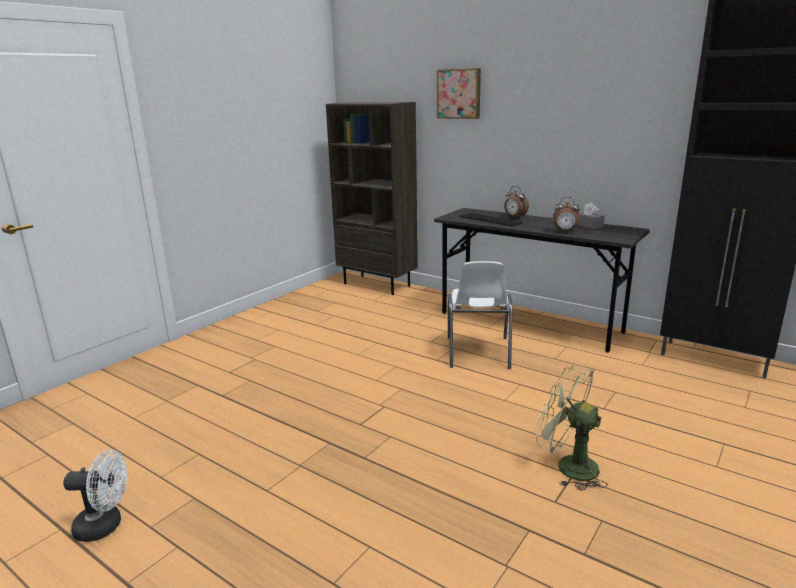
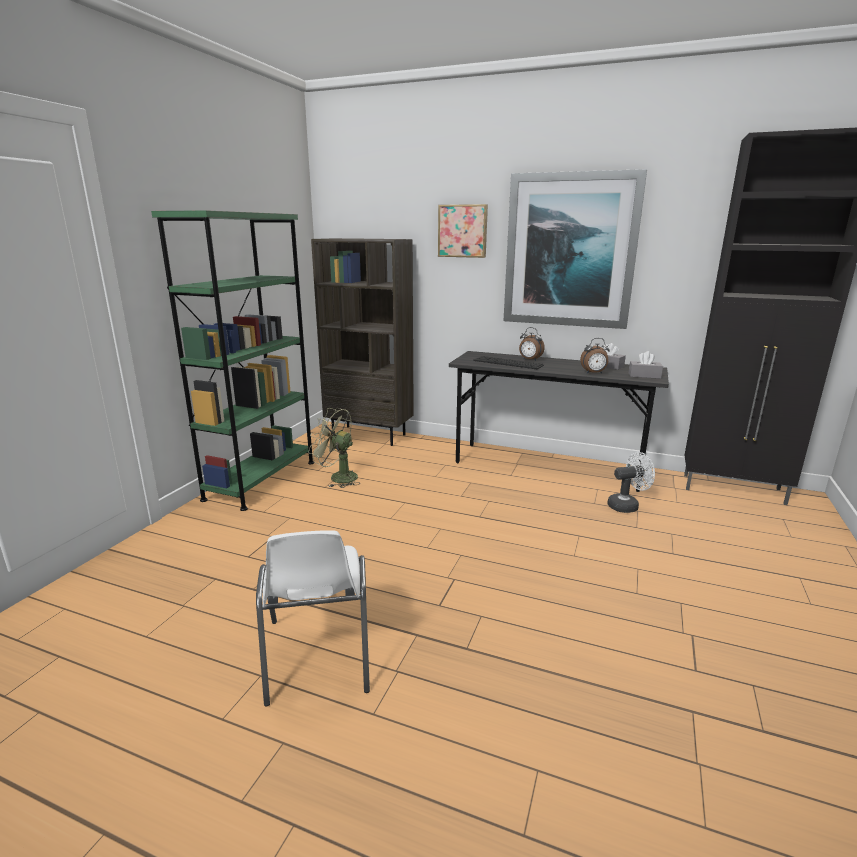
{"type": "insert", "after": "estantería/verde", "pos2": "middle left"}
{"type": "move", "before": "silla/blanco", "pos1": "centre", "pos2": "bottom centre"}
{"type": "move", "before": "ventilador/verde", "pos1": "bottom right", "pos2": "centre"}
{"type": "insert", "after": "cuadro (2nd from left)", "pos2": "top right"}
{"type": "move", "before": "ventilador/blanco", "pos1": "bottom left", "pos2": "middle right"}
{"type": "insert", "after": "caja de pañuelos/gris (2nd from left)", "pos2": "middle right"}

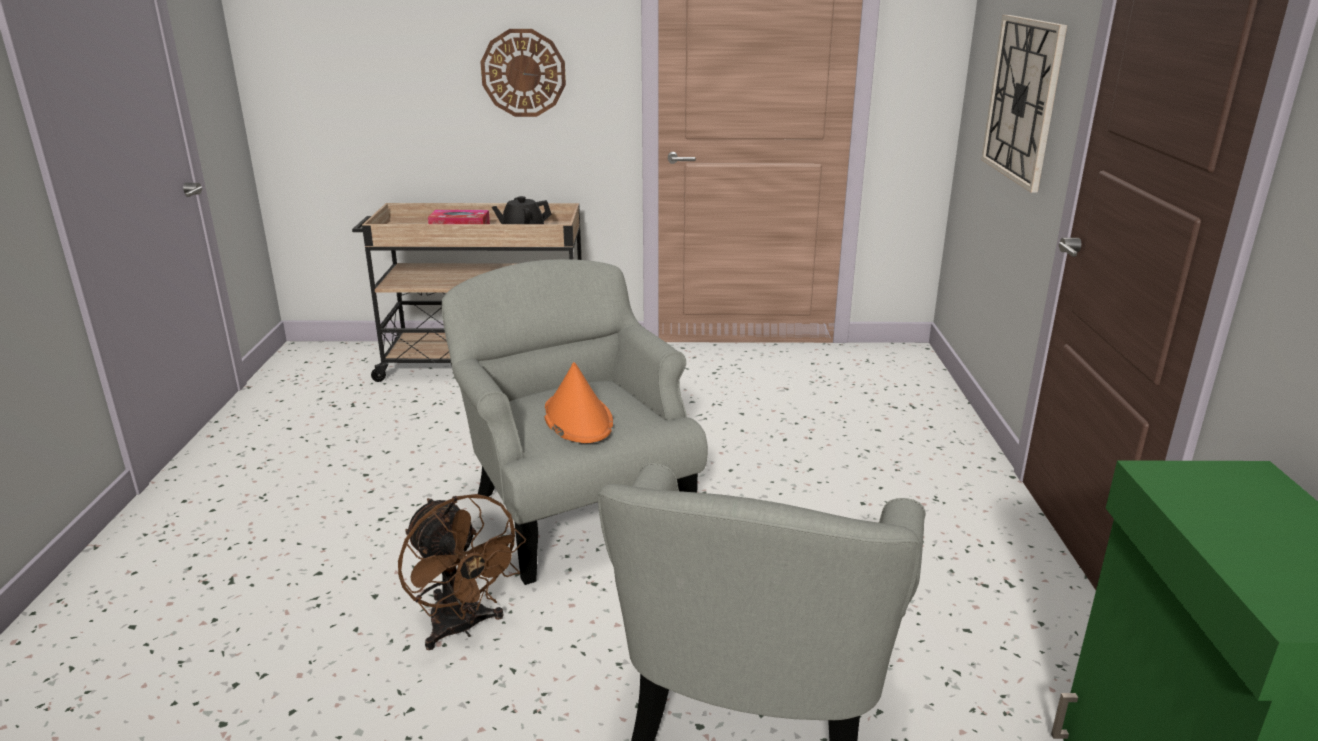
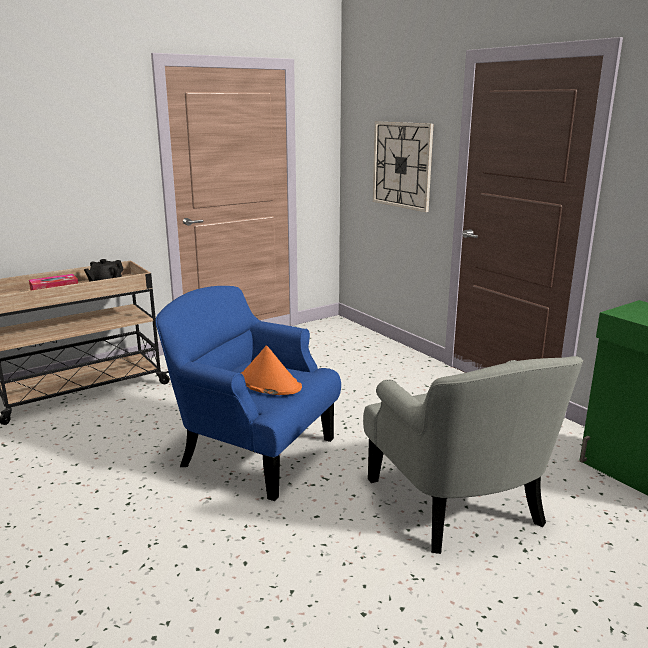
{"type": "recolor", "before": "sillón/gris (1st from left)", "after": "sillón/azul", "pos1": "centre", "pos2": "centre"}
{"type": "delete", "before": "ventilador/marrón", "pos1": "bottom centre"}
{"type": "delete", "before": "reloj de pared (1st from left)", "pos1": "top centre"}

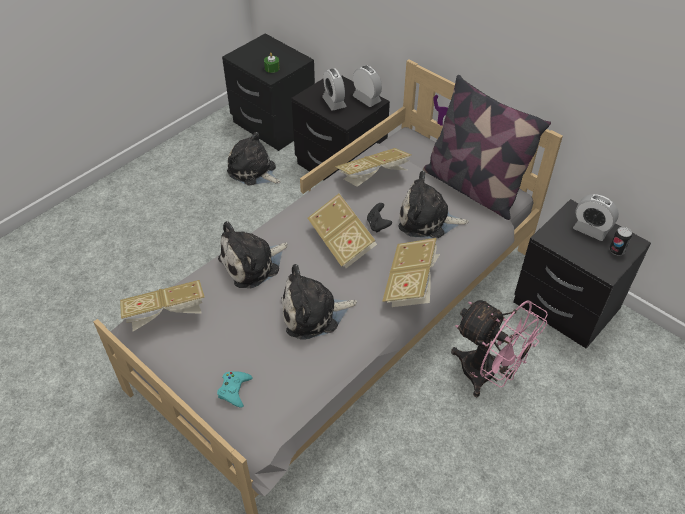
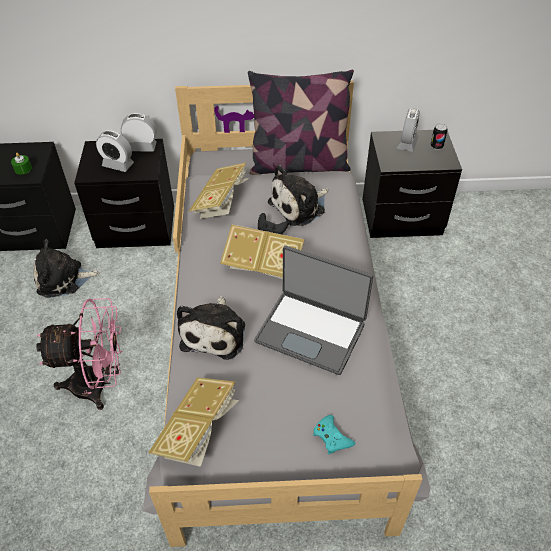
{"type": "move", "before": "ventilador/rosa", "pos1": "bottom right", "pos2": "middle left"}
{"type": "replace", "before": "peluche (3rd from left)", "after": "portátil", "pos1": "centre", "pos2": "centre"}
{"type": "rotate", "before": "despertador (3rd from left)", "pos1": "middle right", "pos2": "top right", "turn": -60}
{"type": "delete", "before": "libro (4th from left)", "pos1": "centre"}

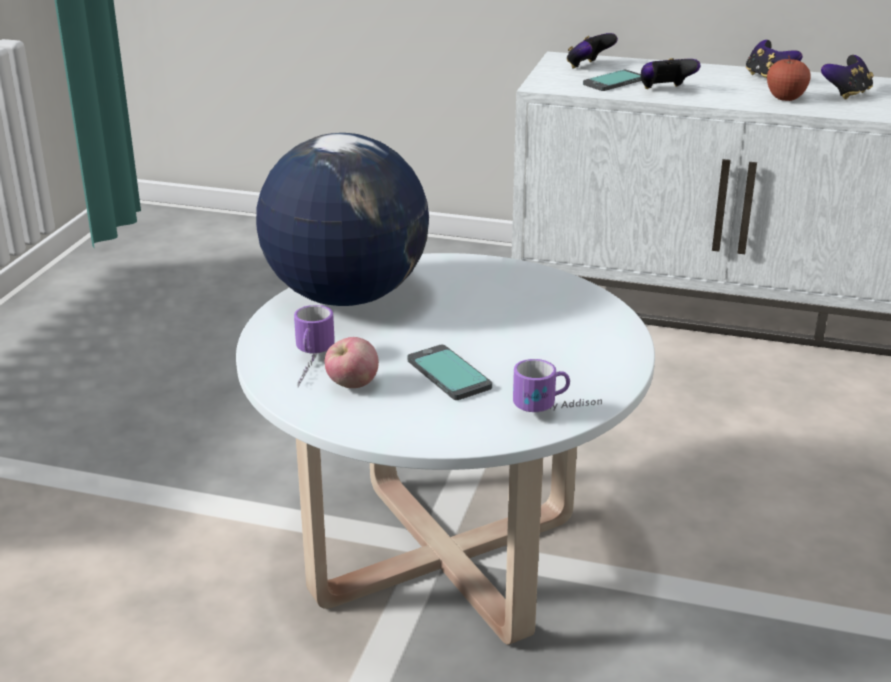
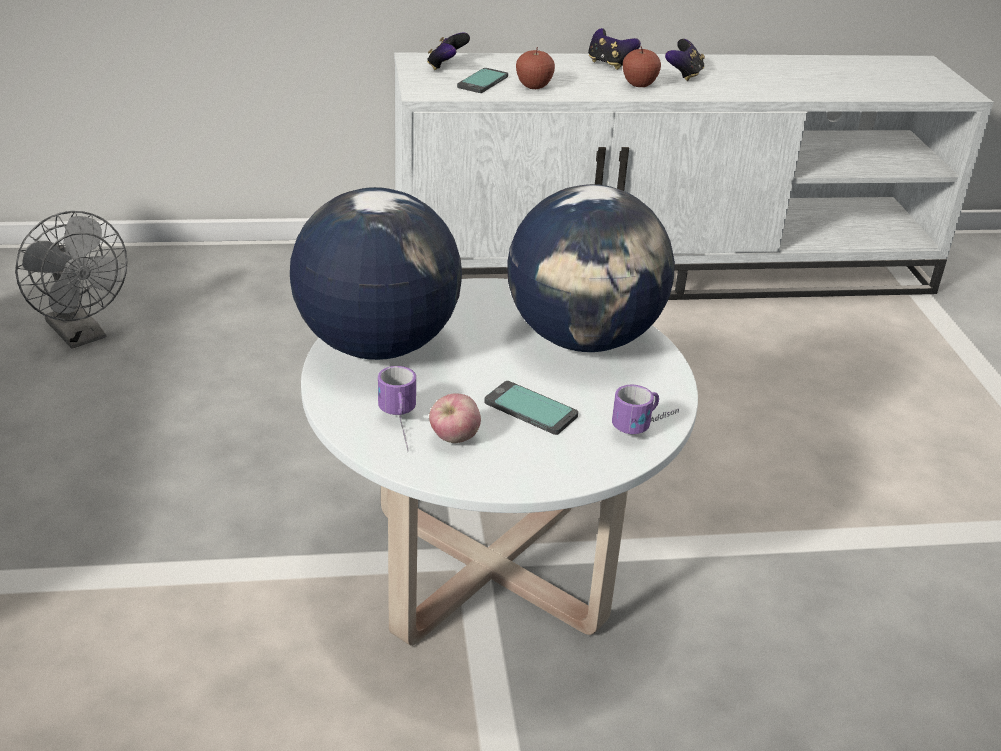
{"type": "insert", "after": "ventilador/gris", "pos2": "middle left"}
{"type": "insert", "after": "globo terráqueo (2nd from left)", "pos2": "centre"}
{"type": "replace", "before": "mando de consola (2nd from left)", "after": "manzana (2nd from left)", "pos1": "top right", "pos2": "top centre"}

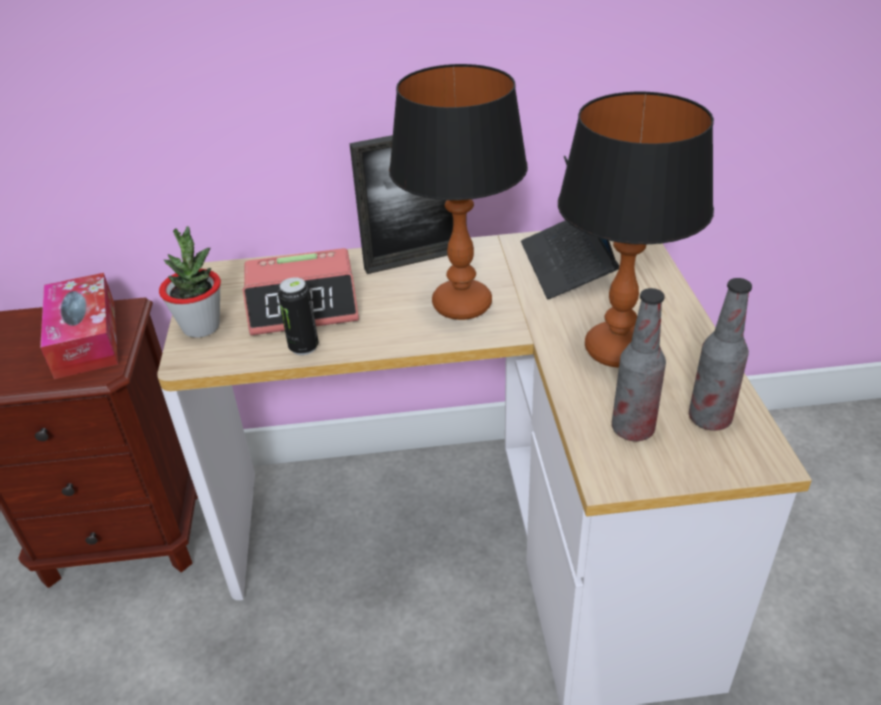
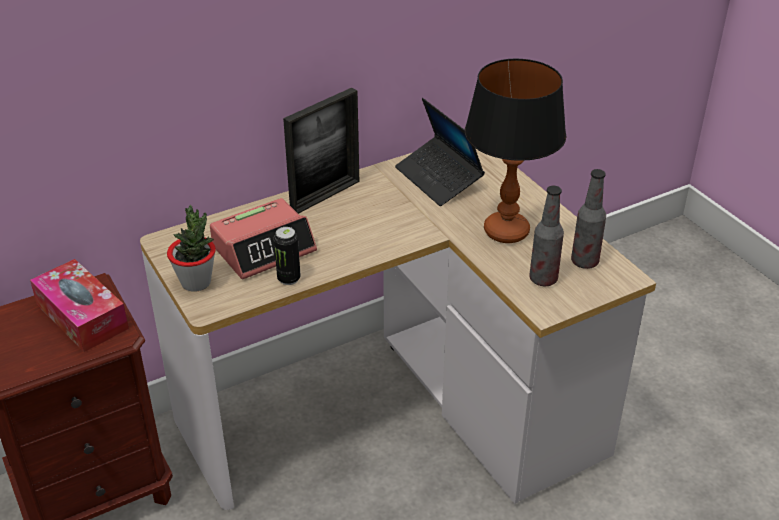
{"type": "delete", "before": "lámpara de mesa (1st from left)", "pos1": "top centre"}

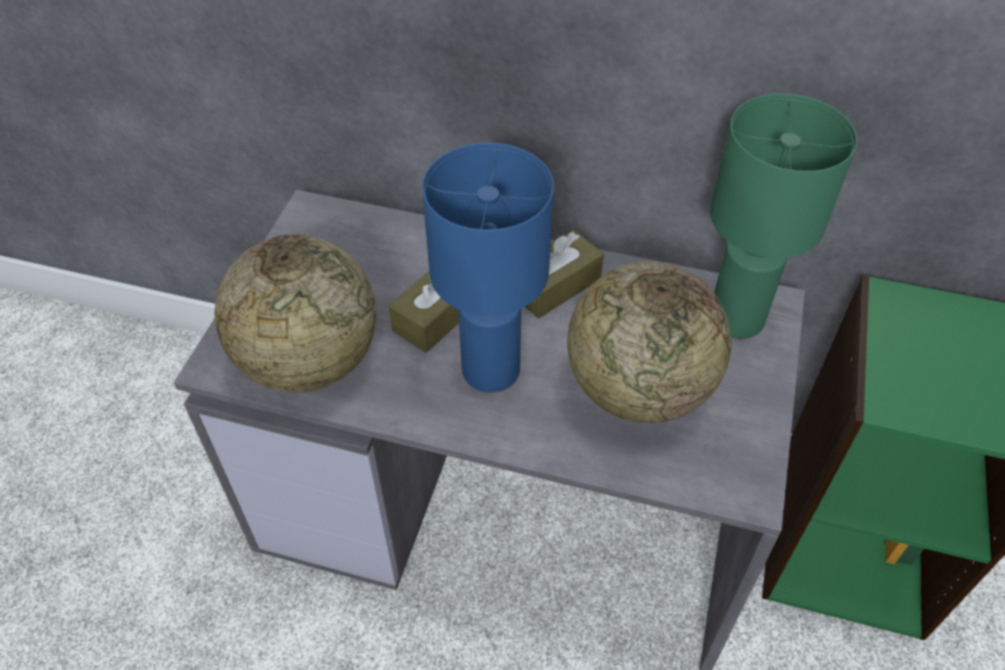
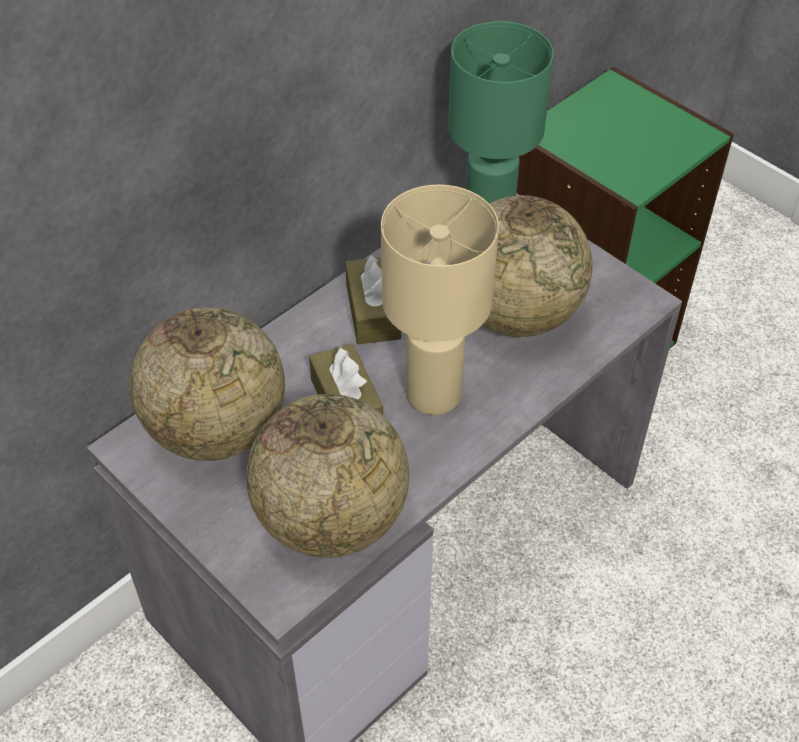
{"type": "insert", "after": "globo terráqueo (1st from left)", "pos2": "middle left"}
{"type": "recolor", "before": "lámpara de mesa/azul", "after": "lámpara de mesa/beis", "pos1": "centre", "pos2": "centre"}

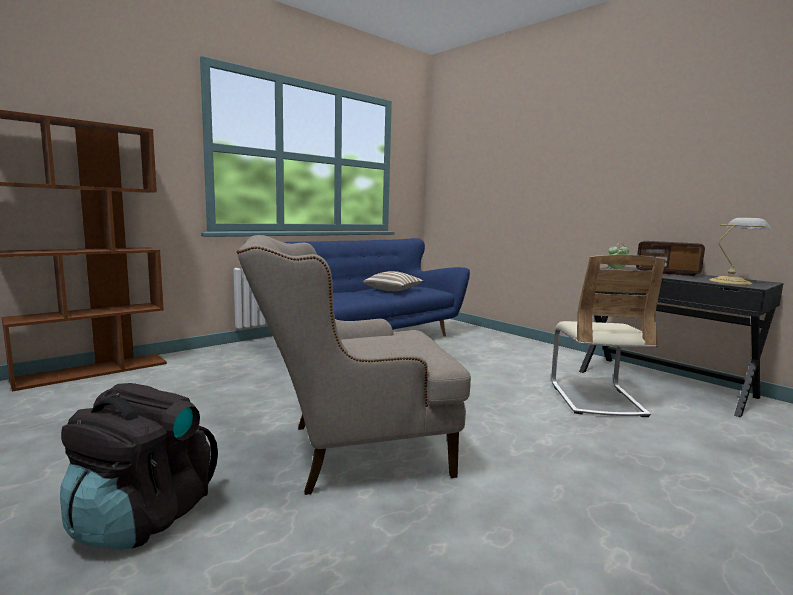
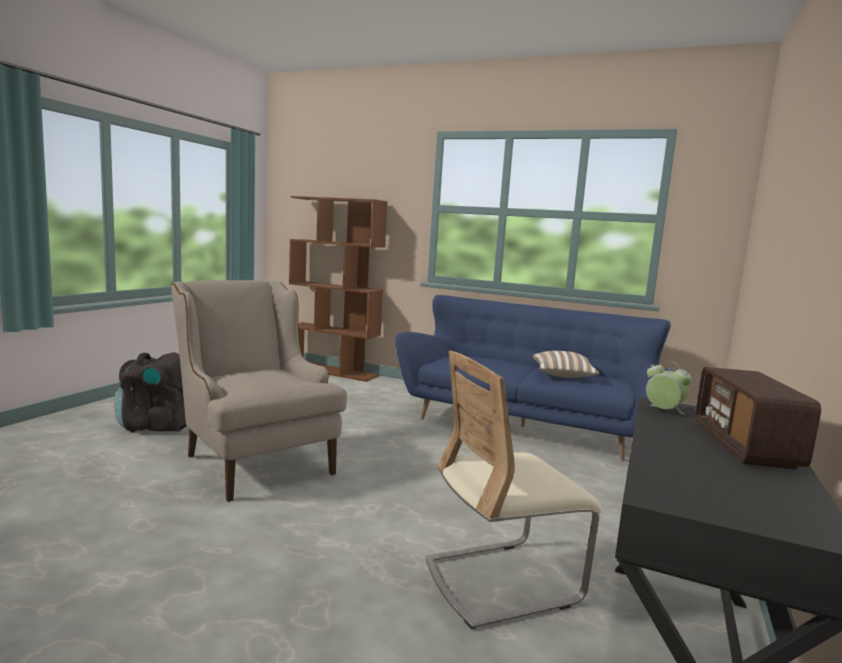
{"type": "delete", "before": "lámpara de mesa", "pos1": "middle right"}

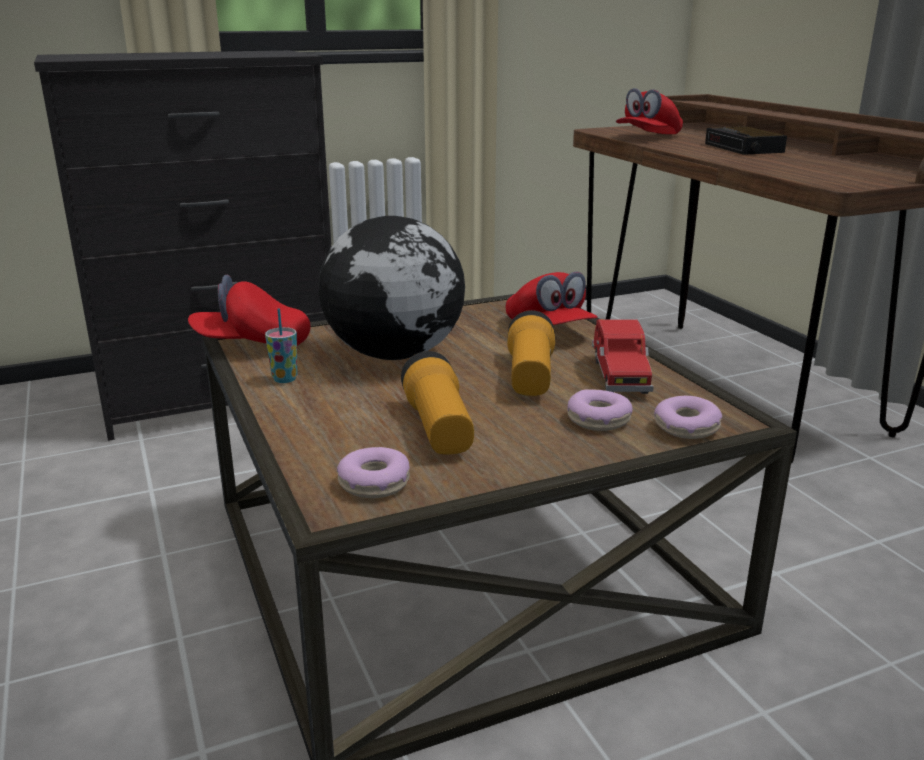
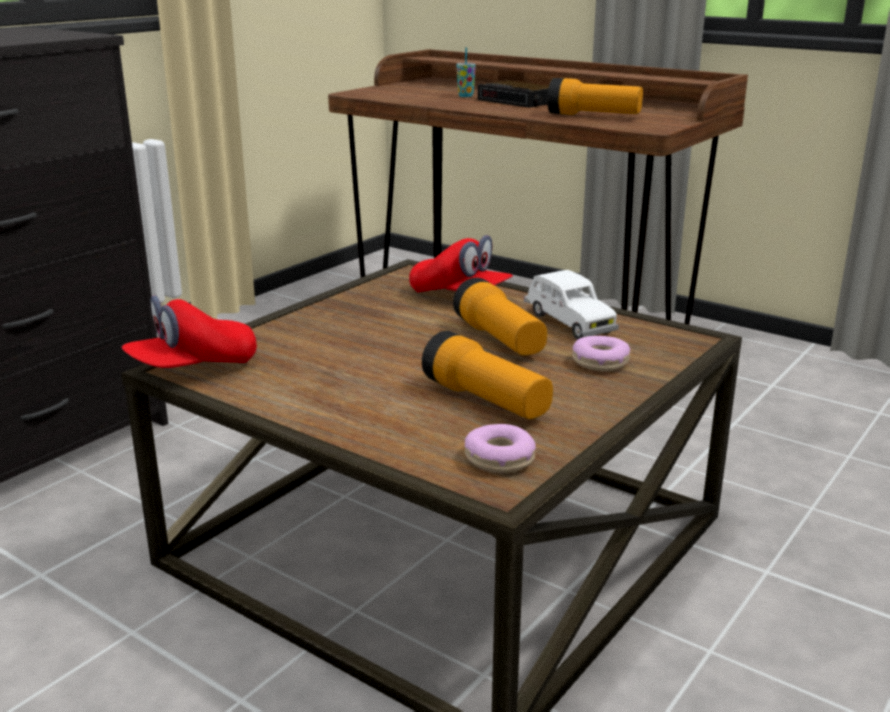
{"type": "move", "before": "taza", "pos1": "middle left", "pos2": "top centre"}
{"type": "recolor", "before": "coche de juguete/rojo", "after": "coche de juguete/blanco", "pos1": "middle right", "pos2": "centre"}
{"type": "insert", "after": "linterna (3rd from left)", "pos2": "top right"}
{"type": "delete", "before": "globo terráqueo", "pos1": "centre"}
{"type": "delete", "before": "gorra/rojo (3rd from left)", "pos1": "top right"}
{"type": "delete", "before": "rosquilla (3rd from left)", "pos1": "middle right"}

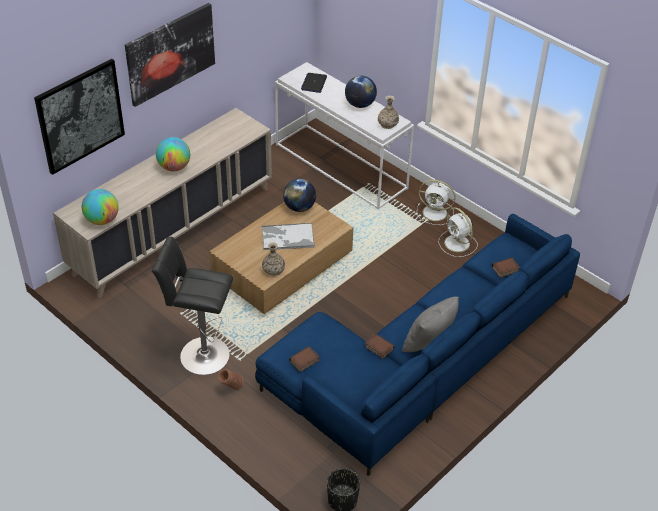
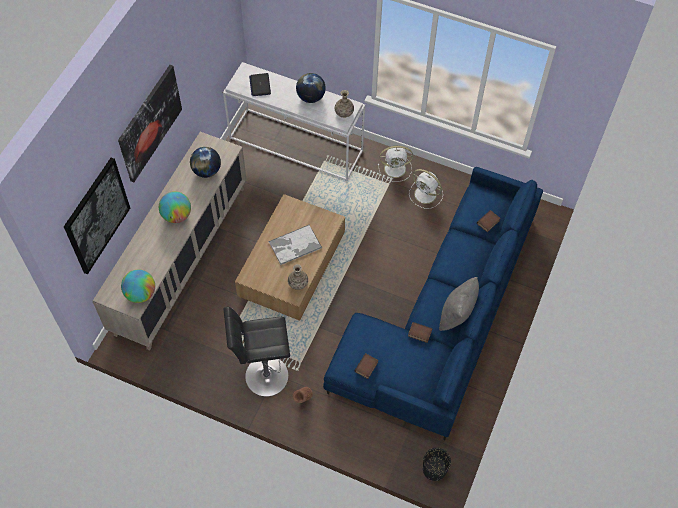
{"type": "move", "before": "globo terráqueo (3rd from left)", "pos1": "centre", "pos2": "top left"}

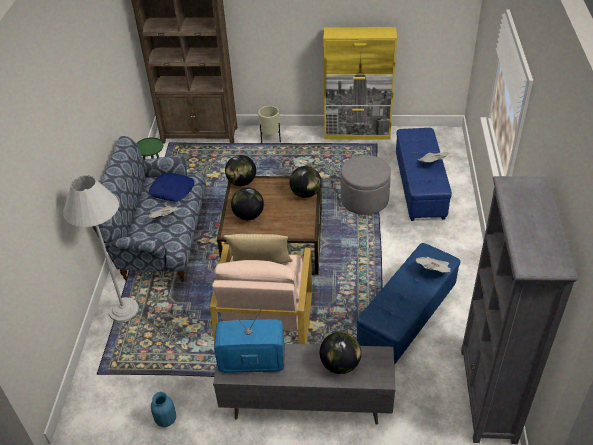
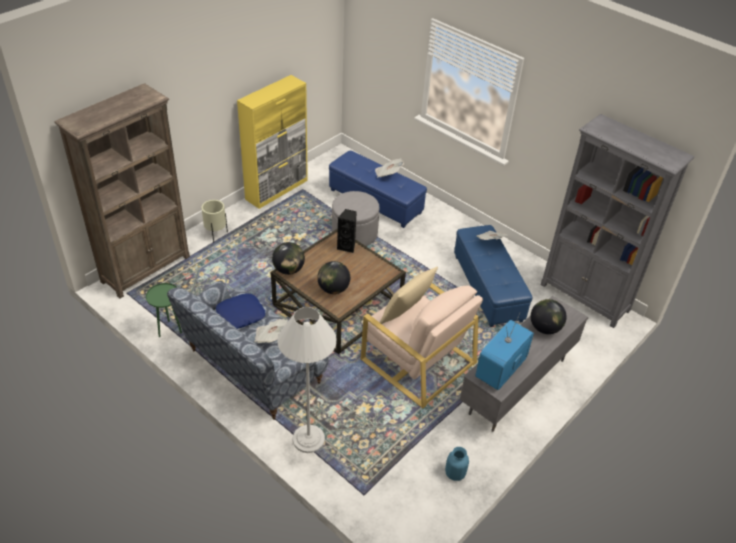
{"type": "replace", "before": "globo terráqueo (3rd from left)", "after": "altavoz/negro", "pos1": "centre", "pos2": "centre"}

